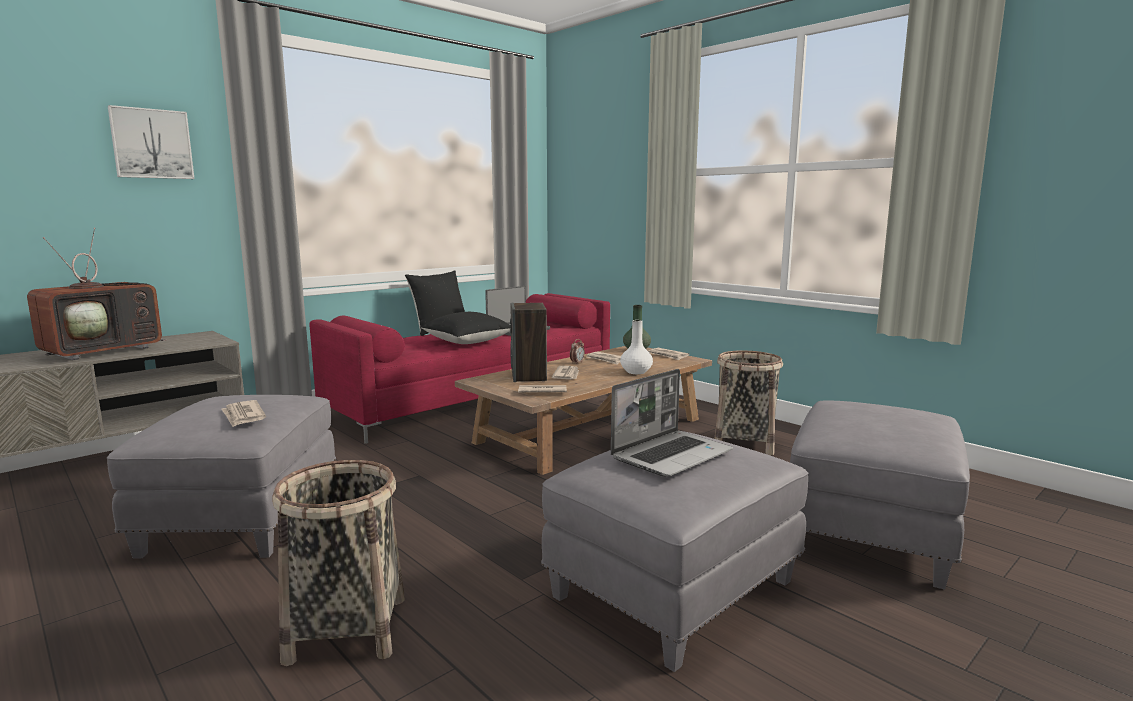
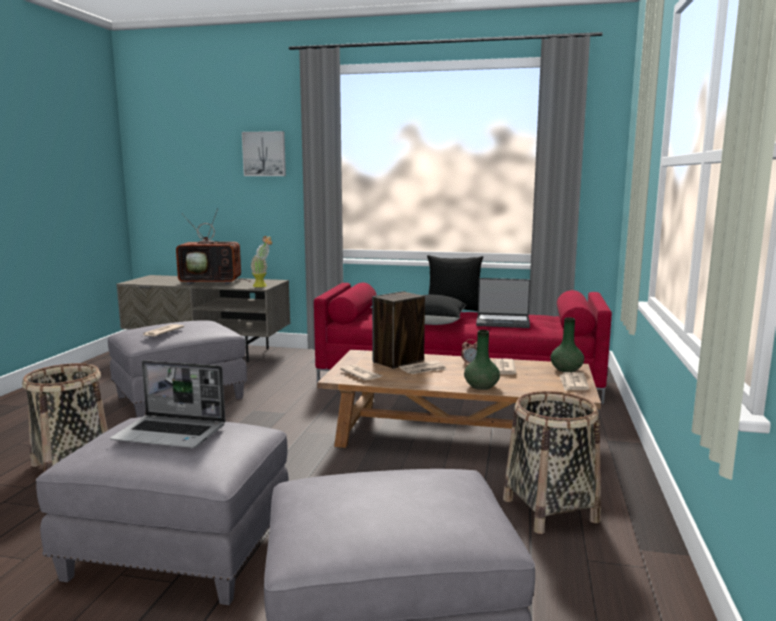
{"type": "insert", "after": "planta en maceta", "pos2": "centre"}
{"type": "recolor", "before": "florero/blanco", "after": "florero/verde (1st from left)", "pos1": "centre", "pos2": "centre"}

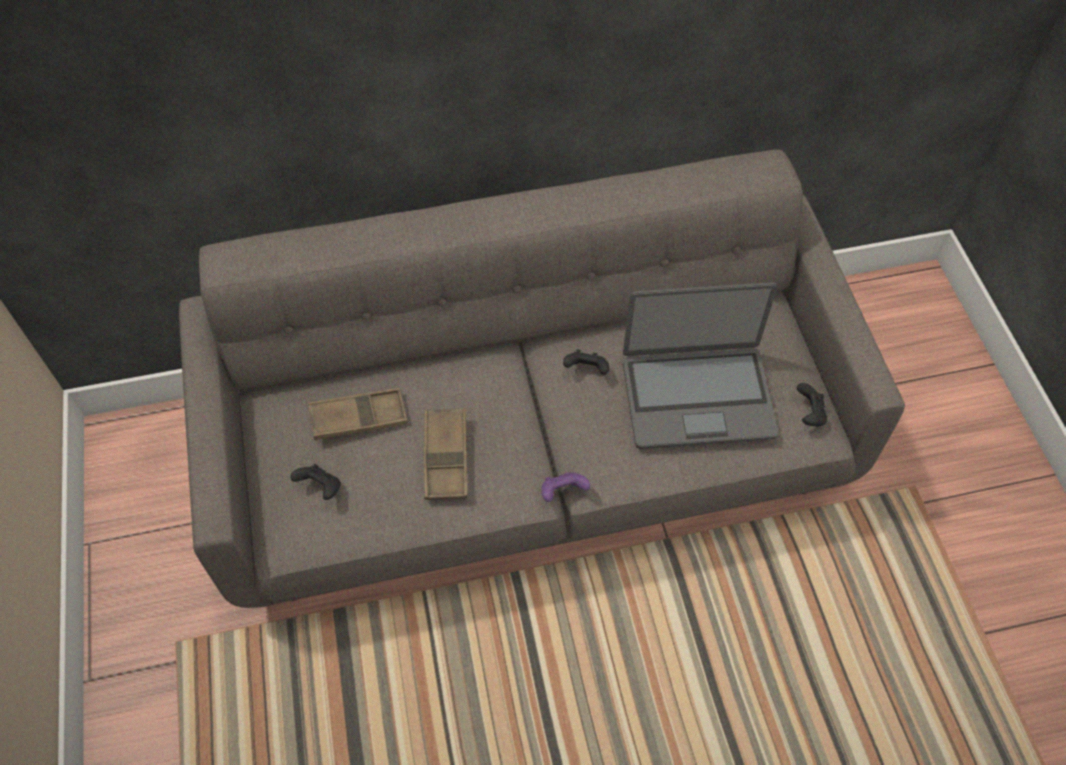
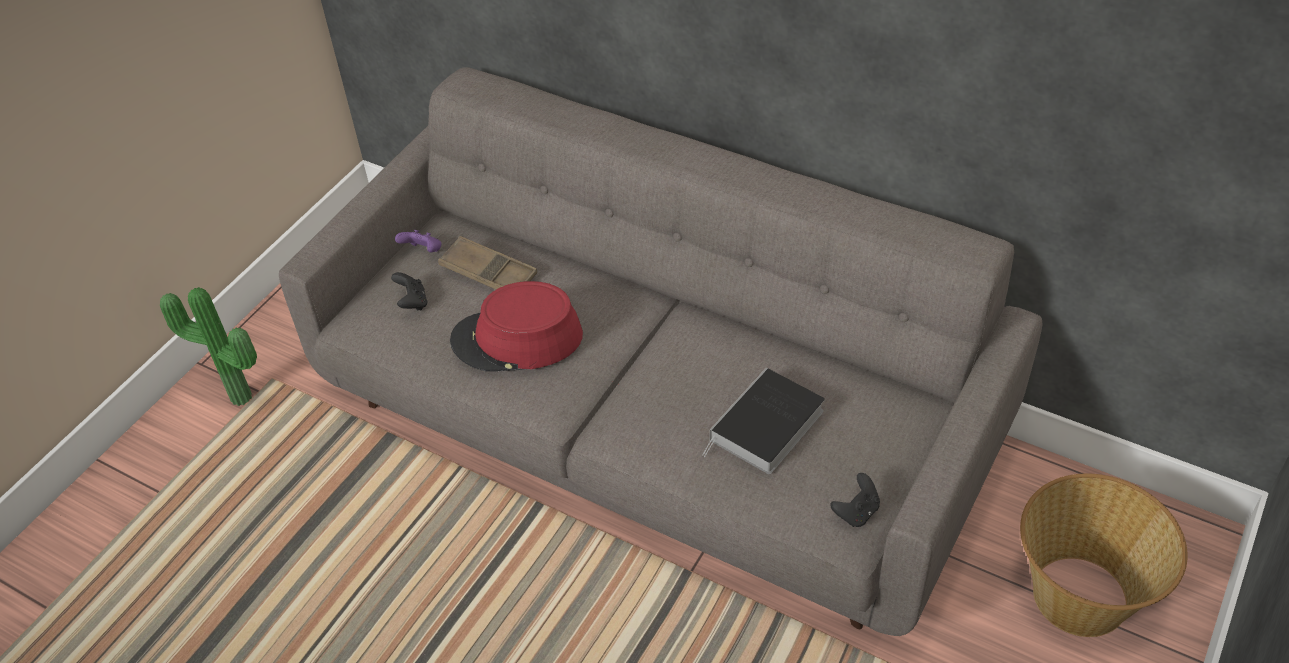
{"type": "insert", "after": "planta en maceta", "pos2": "middle left"}
{"type": "move", "before": "mando de consola/morado", "pos1": "centre", "pos2": "middle left"}
{"type": "replace", "before": "bandeja/marrón (2nd from left)", "after": "sombrero/rojo", "pos1": "centre", "pos2": "centre"}
{"type": "replace", "before": "portátil", "after": "libro", "pos1": "centre", "pos2": "centre"}
{"type": "insert", "after": "cesta", "pos2": "bottom right"}
{"type": "delete", "before": "mando de consola/negro (2nd from left)", "pos1": "centre"}

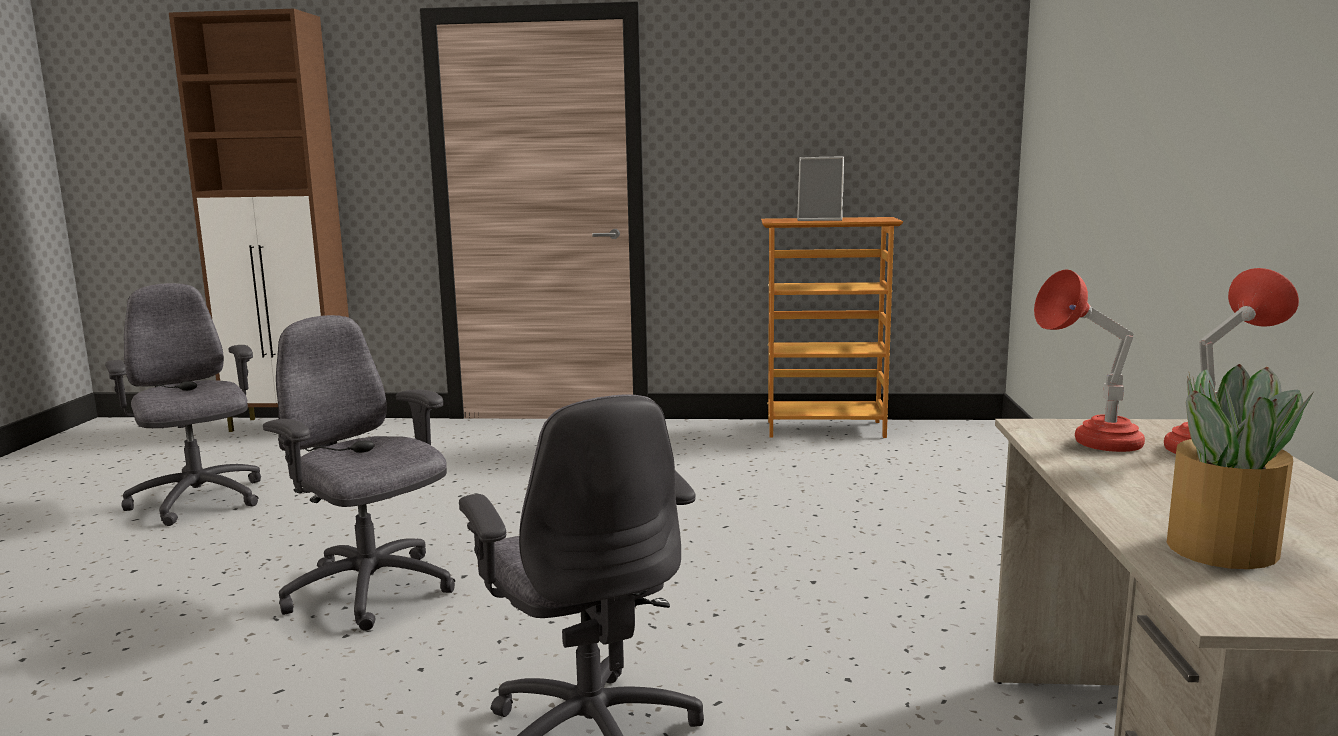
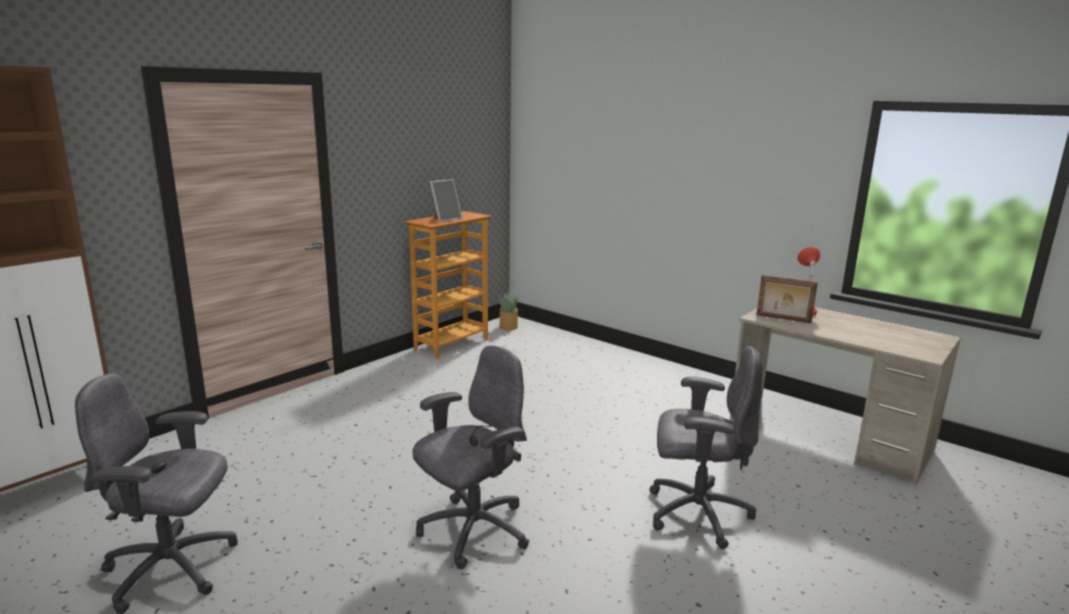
{"type": "rotate", "before": "silla de oficina/gris (2nd from left)", "pos1": "middle left", "pos2": "bottom centre", "turn": 150}
{"type": "move", "before": "planta en maceta", "pos1": "middle right", "pos2": "centre"}
{"type": "replace", "before": "lámpara de mesa/rojo (1st from left)", "after": "portarretratos (2nd from left)", "pos1": "middle right", "pos2": "middle right"}

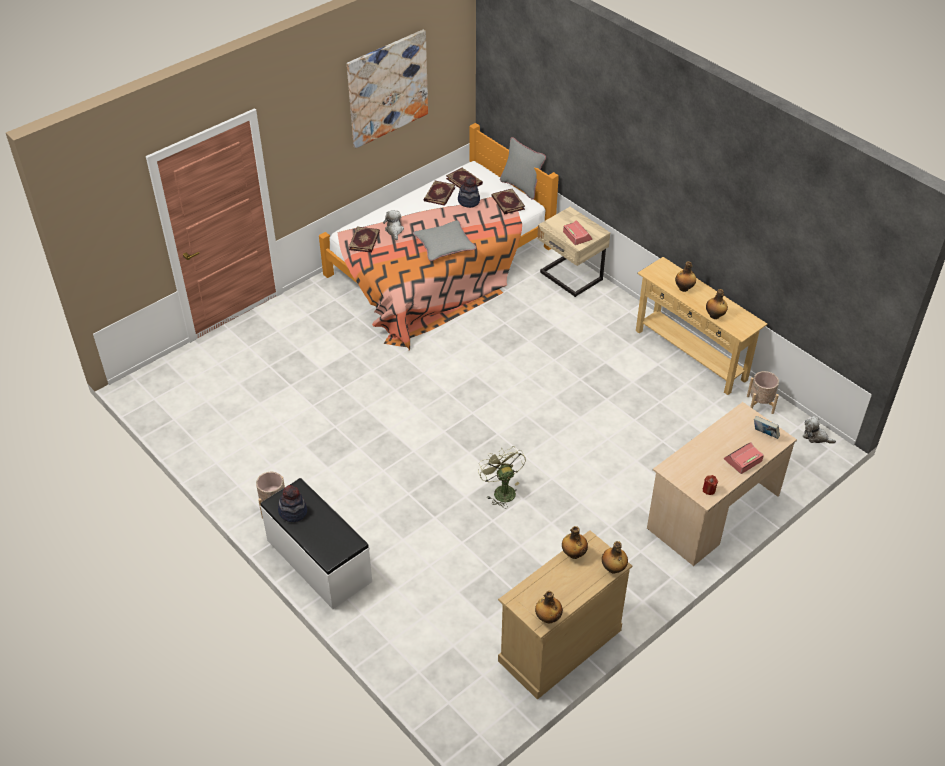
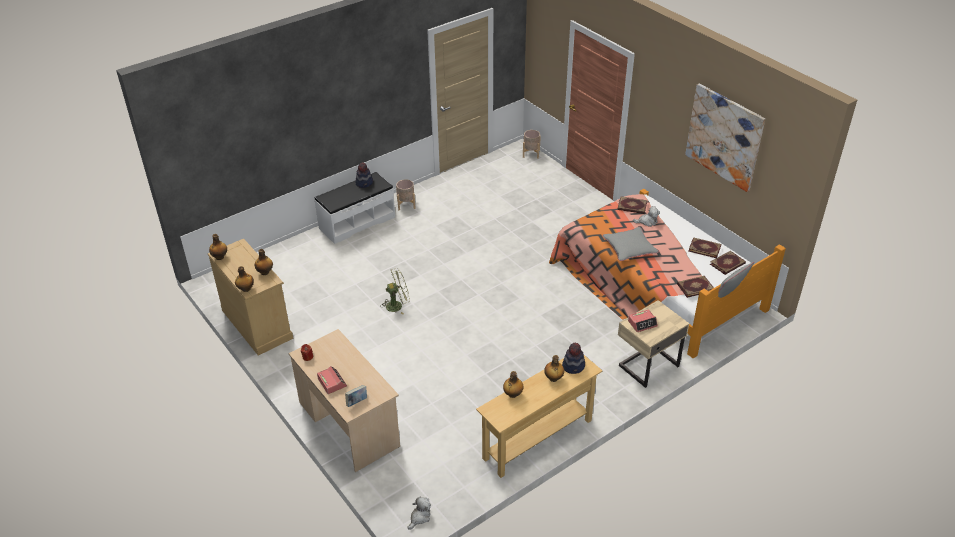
{"type": "move", "before": "maceta/beis (2nd from left)", "pos1": "middle right", "pos2": "top centre"}
{"type": "move", "before": "sombrero (2nd from left)", "pos1": "top centre", "pos2": "bottom centre"}

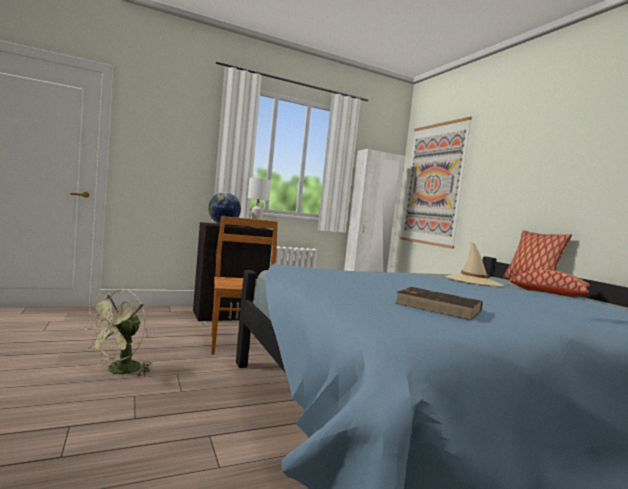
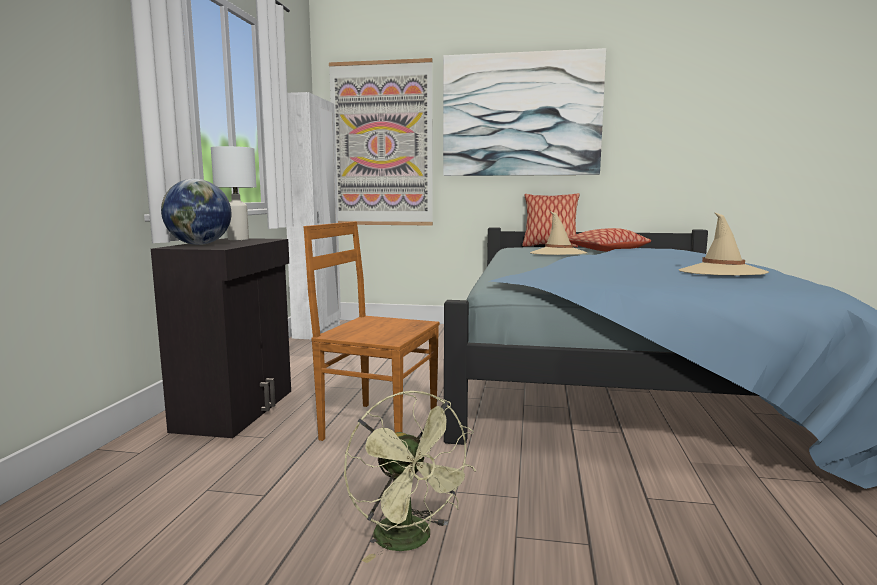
{"type": "insert", "after": "cuadro (2nd from left)", "pos2": "top centre"}
{"type": "replace", "before": "libro/marrón", "after": "sombrero/beis (2nd from left)", "pos1": "middle right", "pos2": "middle right"}

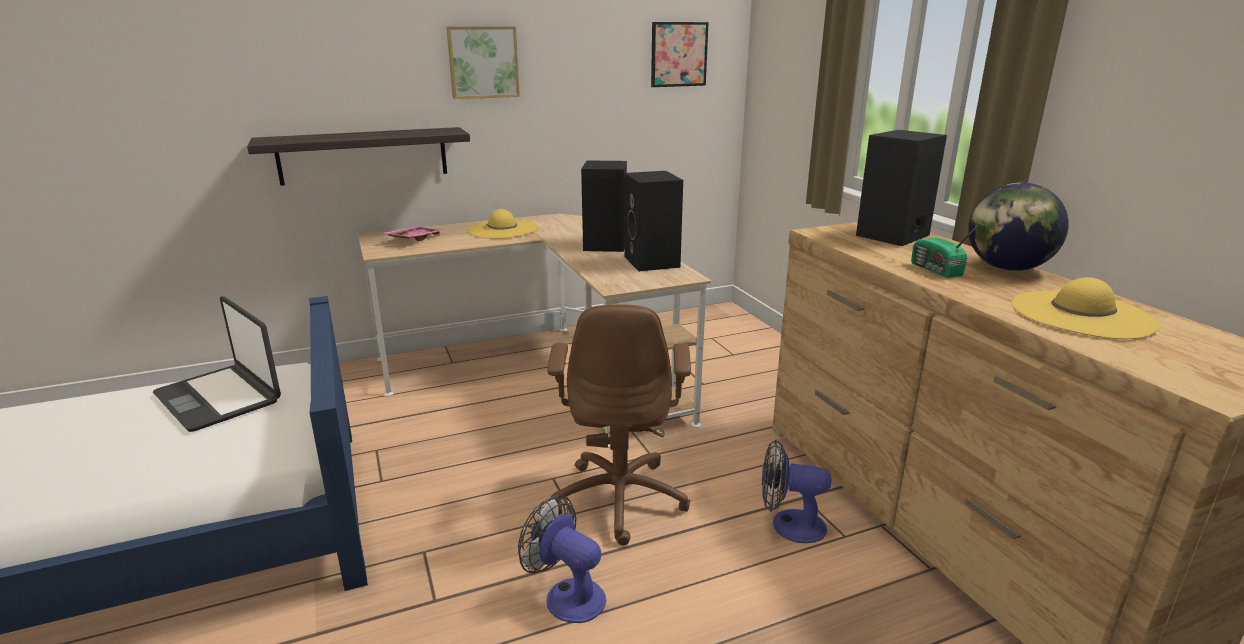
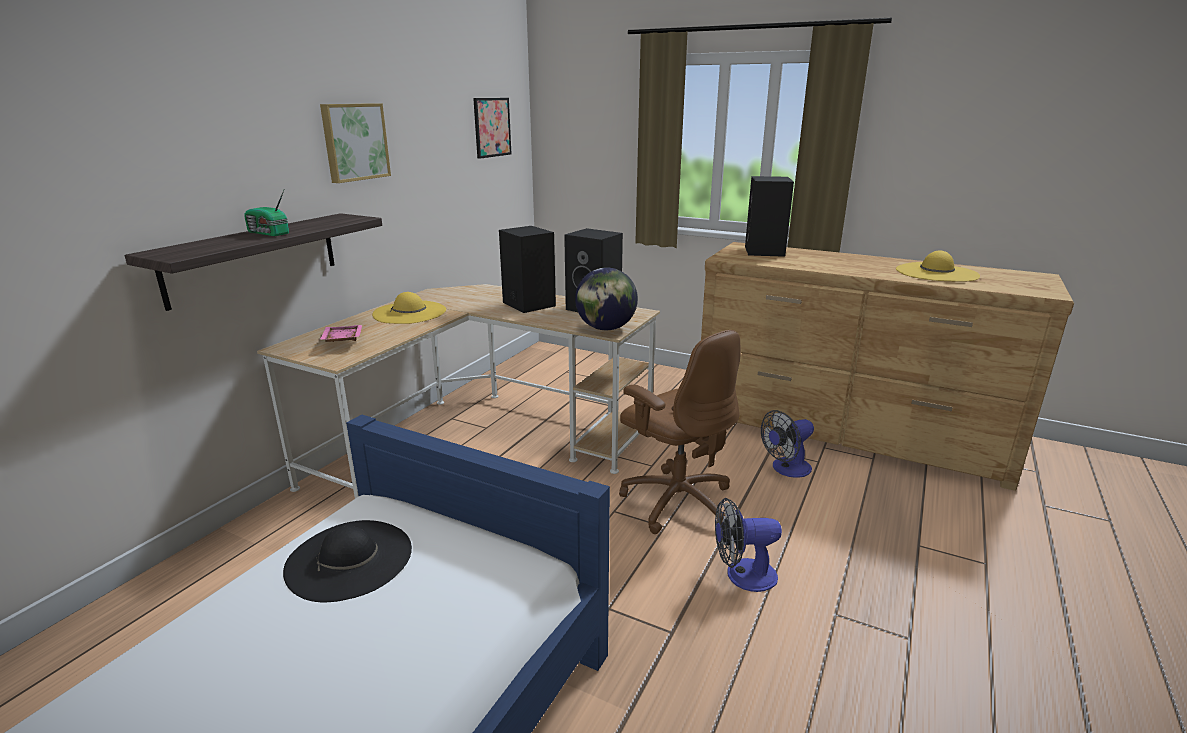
{"type": "move", "before": "radio", "pos1": "middle right", "pos2": "top left"}
{"type": "replace", "before": "portátil", "after": "sombrero/negro", "pos1": "middle left", "pos2": "bottom left"}
{"type": "move", "before": "globo terráqueo", "pos1": "middle right", "pos2": "centre"}

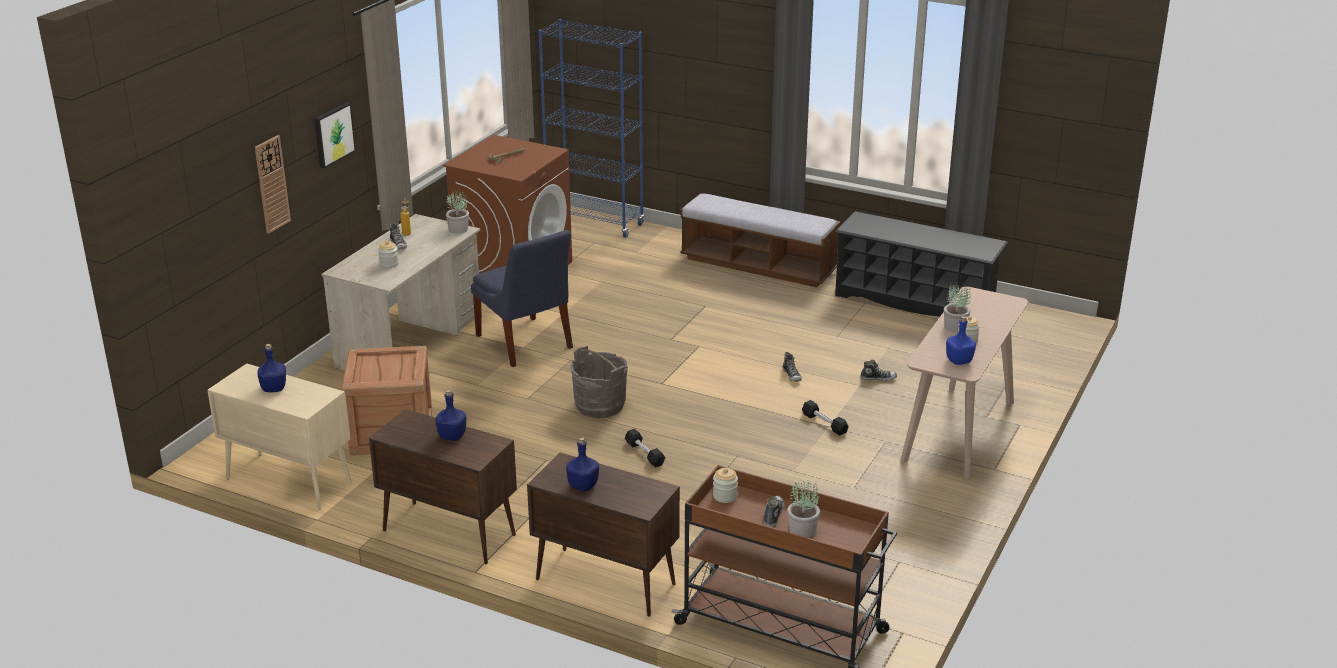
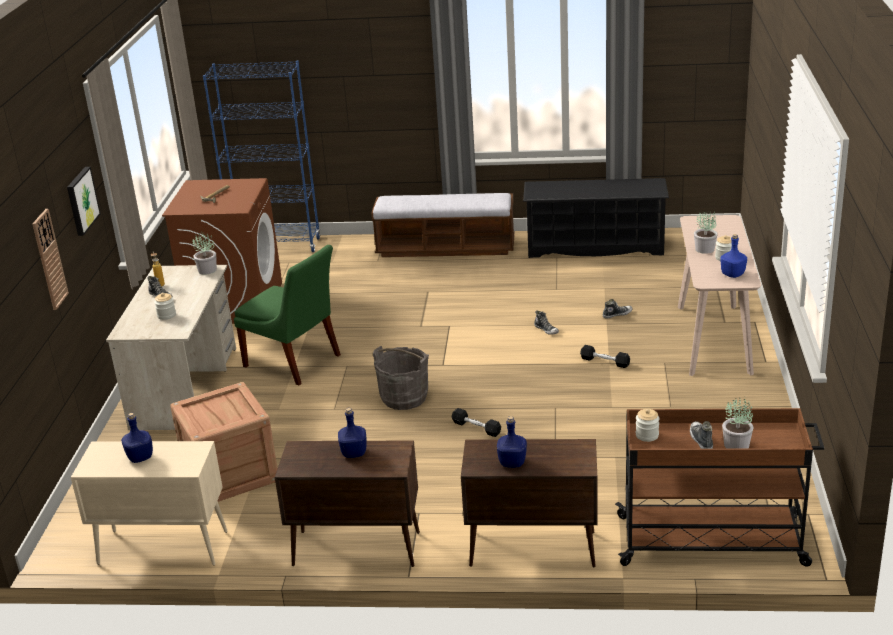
{"type": "recolor", "before": "silla/azul", "after": "silla/verde", "pos1": "centre", "pos2": "middle left"}

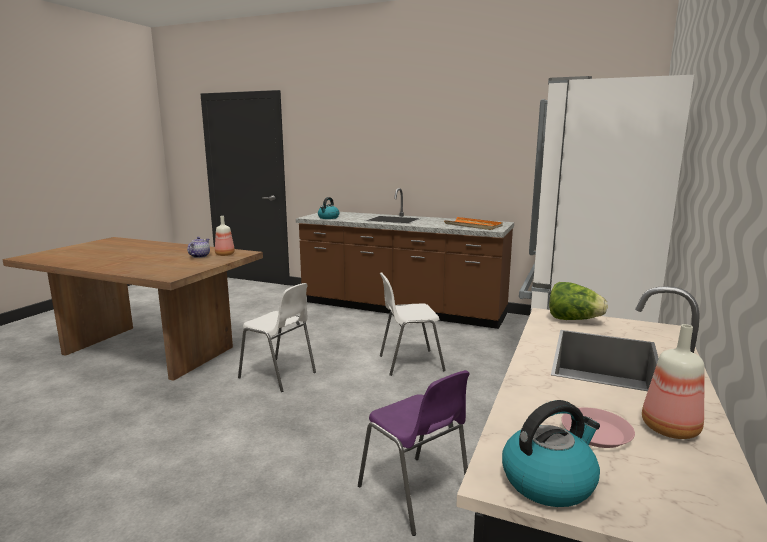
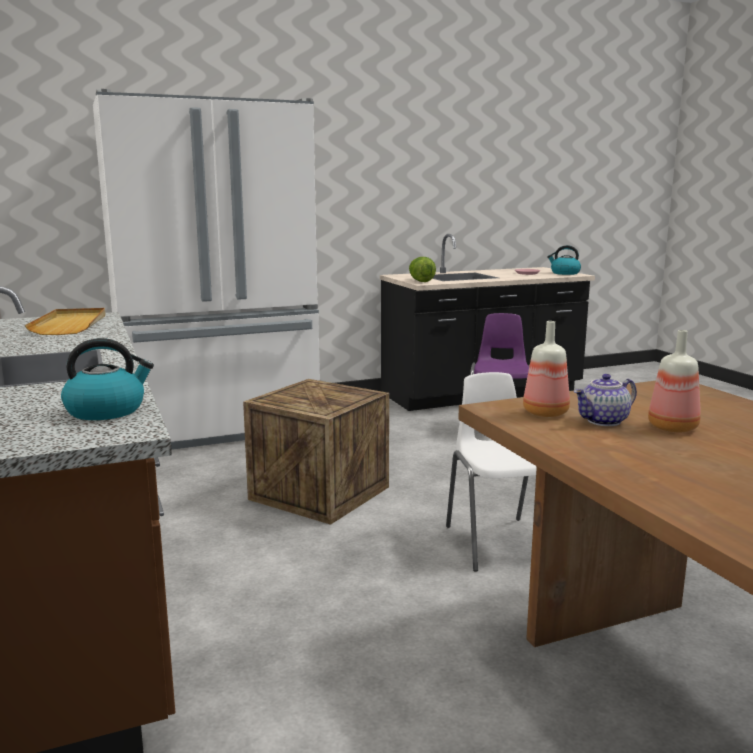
{"type": "recolor", "before": "bandeja/naranja", "after": "bandeja/beis", "pos1": "centre", "pos2": "middle left"}
{"type": "replace", "before": "silla/blanco (2nd from left)", "after": "caja de embalaje", "pos1": "centre", "pos2": "centre"}
{"type": "move", "before": "botella (2nd from left)", "pos1": "bottom right", "pos2": "middle right"}

